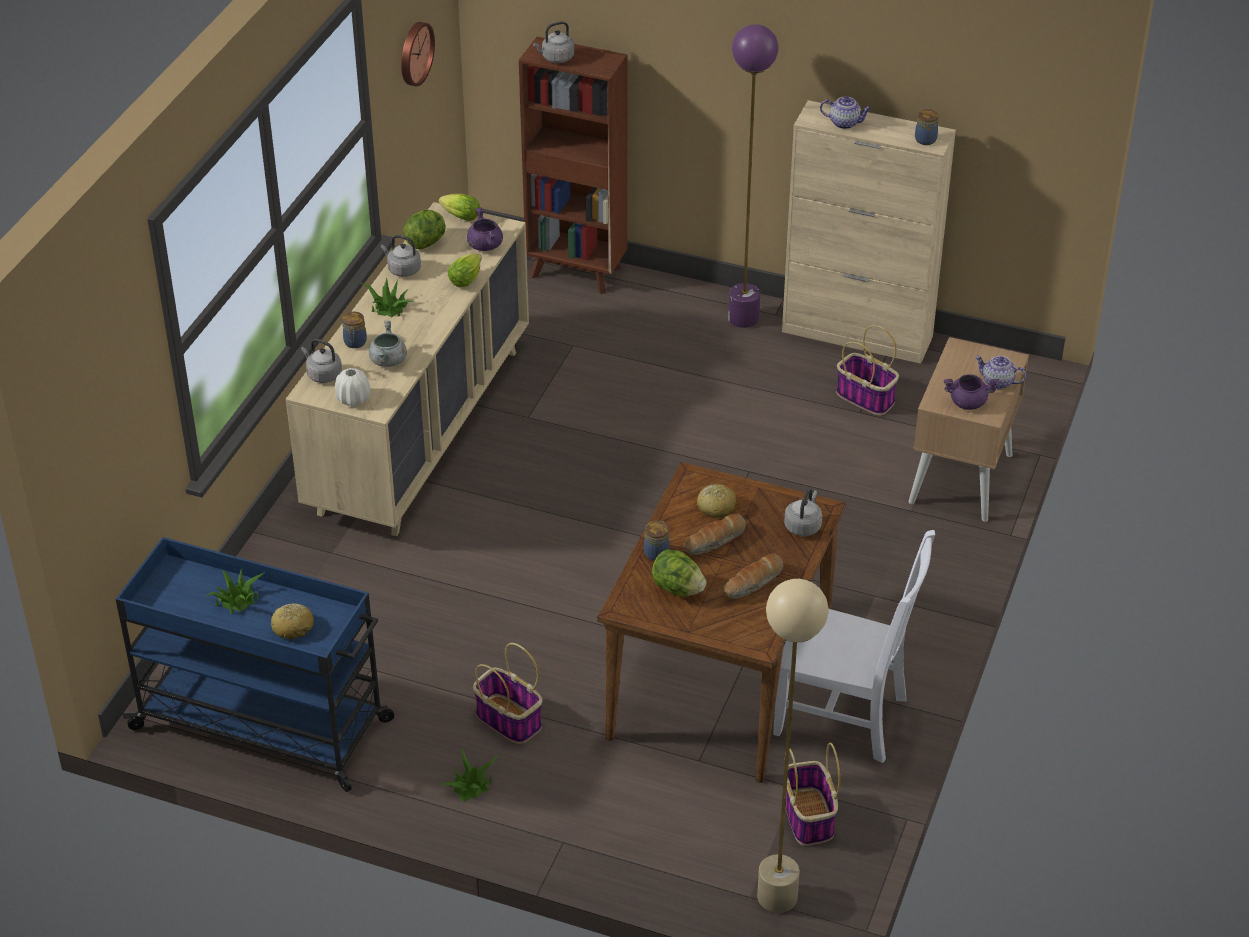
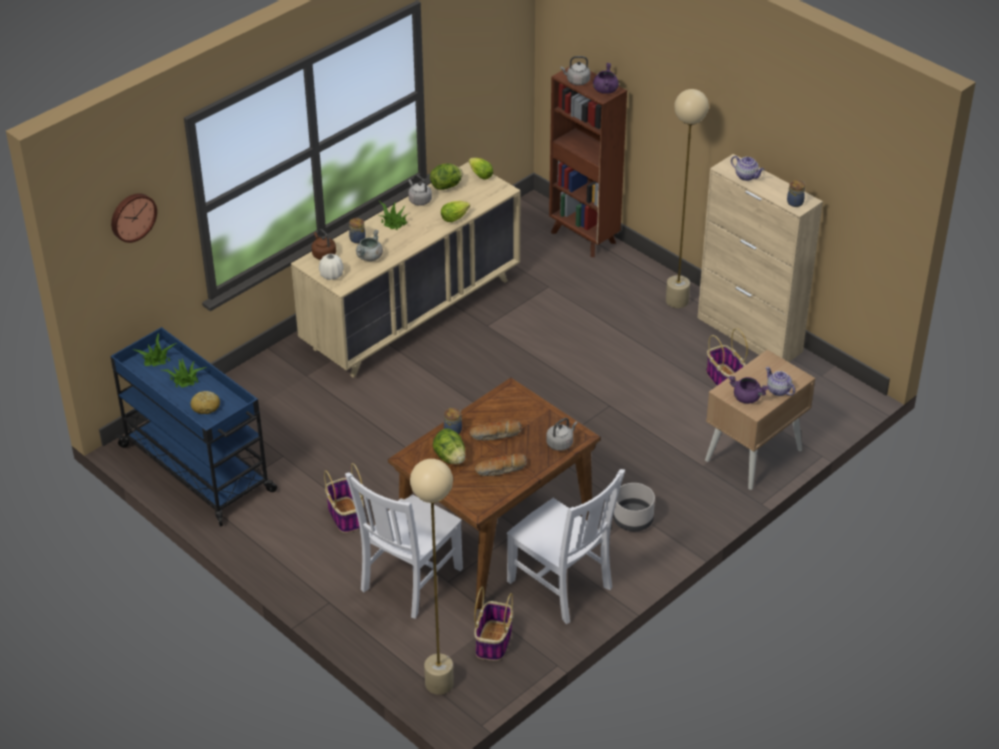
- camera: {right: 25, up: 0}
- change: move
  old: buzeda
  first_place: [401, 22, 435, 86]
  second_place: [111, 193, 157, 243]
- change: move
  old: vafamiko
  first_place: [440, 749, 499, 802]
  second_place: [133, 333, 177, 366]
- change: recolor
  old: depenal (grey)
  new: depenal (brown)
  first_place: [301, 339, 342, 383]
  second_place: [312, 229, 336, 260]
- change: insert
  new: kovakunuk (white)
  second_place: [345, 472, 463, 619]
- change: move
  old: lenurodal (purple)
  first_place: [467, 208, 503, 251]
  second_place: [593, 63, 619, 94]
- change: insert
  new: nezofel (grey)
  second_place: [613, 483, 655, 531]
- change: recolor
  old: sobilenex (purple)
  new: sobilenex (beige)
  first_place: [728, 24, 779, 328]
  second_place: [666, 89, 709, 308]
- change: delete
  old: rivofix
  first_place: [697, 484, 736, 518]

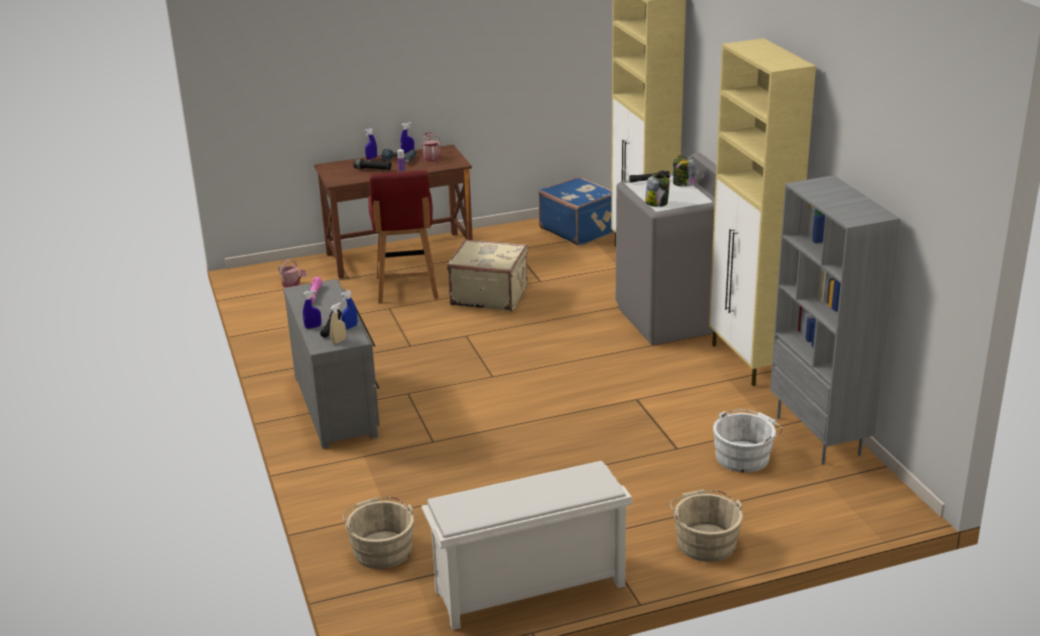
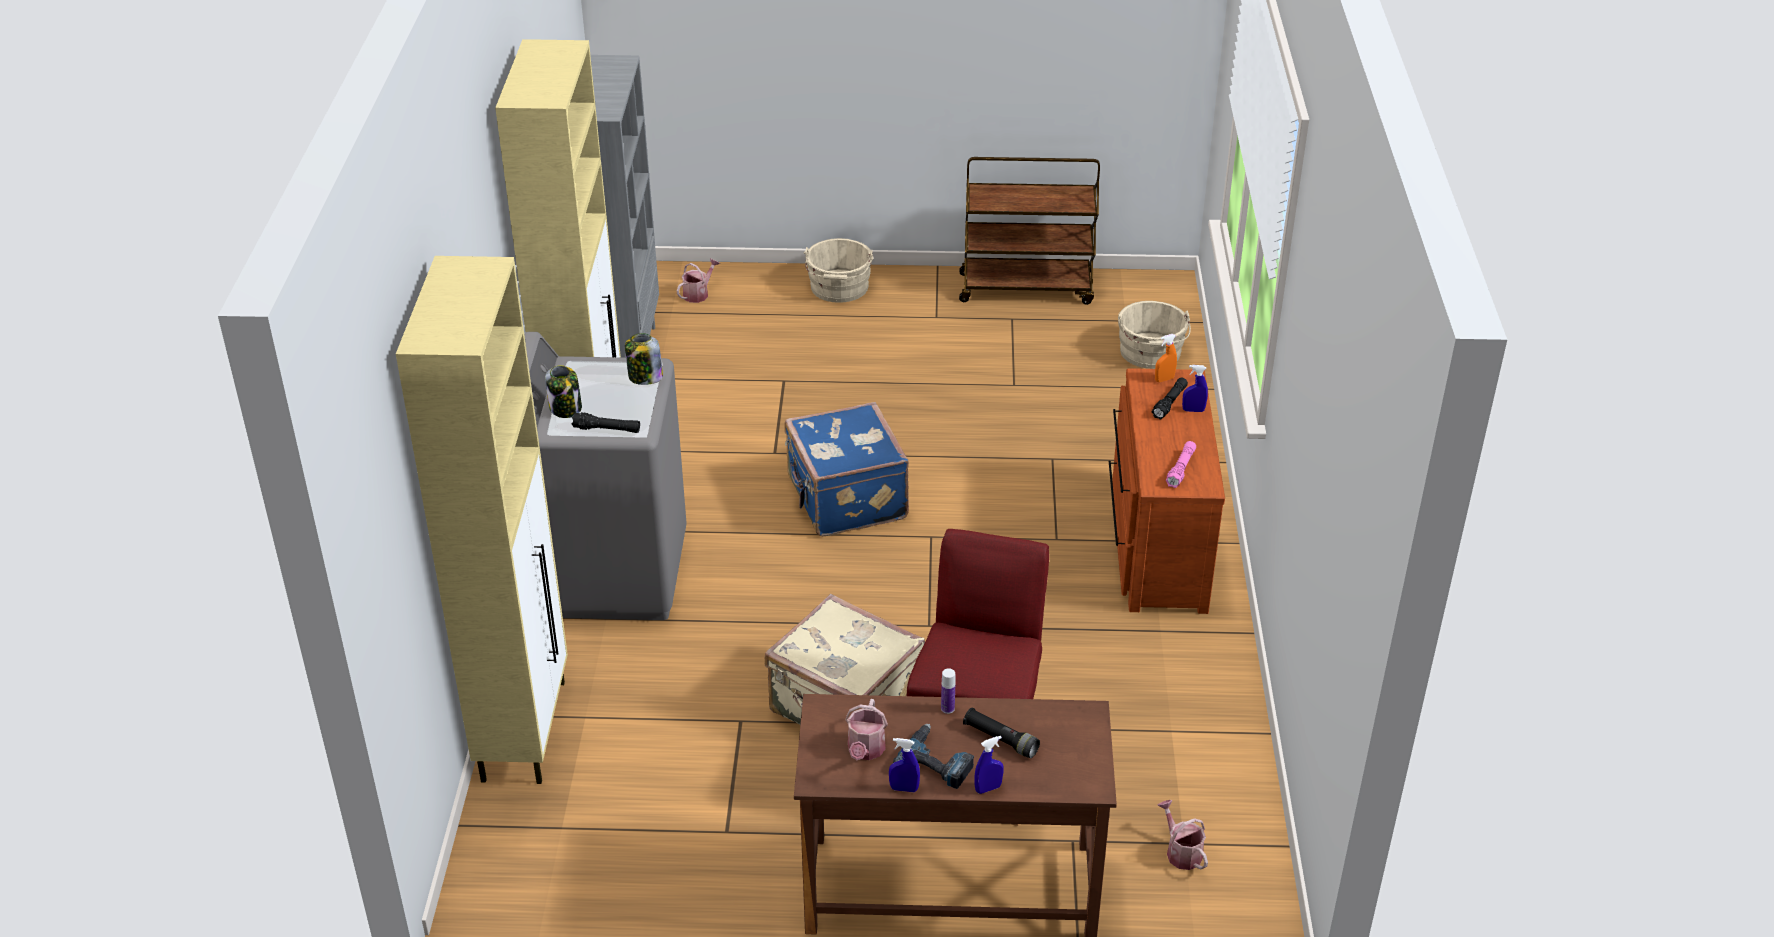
- camera: {right: -160, up: 10}
- change: insert
  new: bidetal
  second_place: [676, 258, 720, 303]
- change: move
  old: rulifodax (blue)
  first_place: [538, 176, 615, 246]
  second_place: [784, 402, 909, 536]
- change: replace
  old: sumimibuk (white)
  new: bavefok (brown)
  first_place: [421, 461, 632, 630]
  second_place: [959, 157, 1100, 305]
- change: recolor
  old: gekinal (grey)
  new: gekinal (brown)
  first_place: [283, 279, 380, 449]
  second_place: [1109, 368, 1225, 614]
- change: recolor
  old: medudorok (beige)
  new: medudorok (orange)
  first_place: [330, 302, 346, 344]
  second_place: [1155, 334, 1177, 382]
- change: delete
  old: medudorok (blue)
  first_place: [341, 290, 357, 330]
- change: delete
  old: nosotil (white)
  first_place: [713, 409, 782, 473]

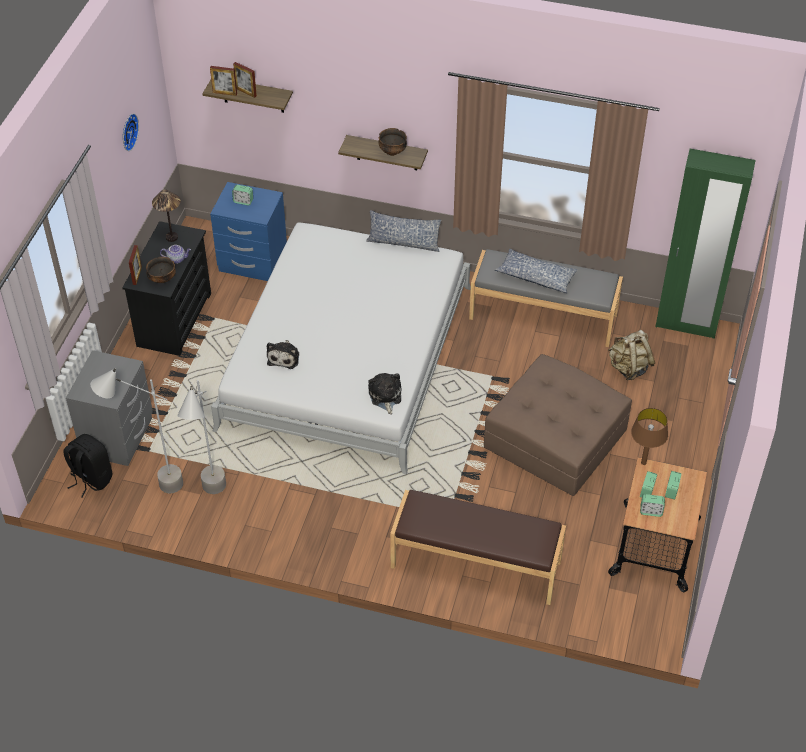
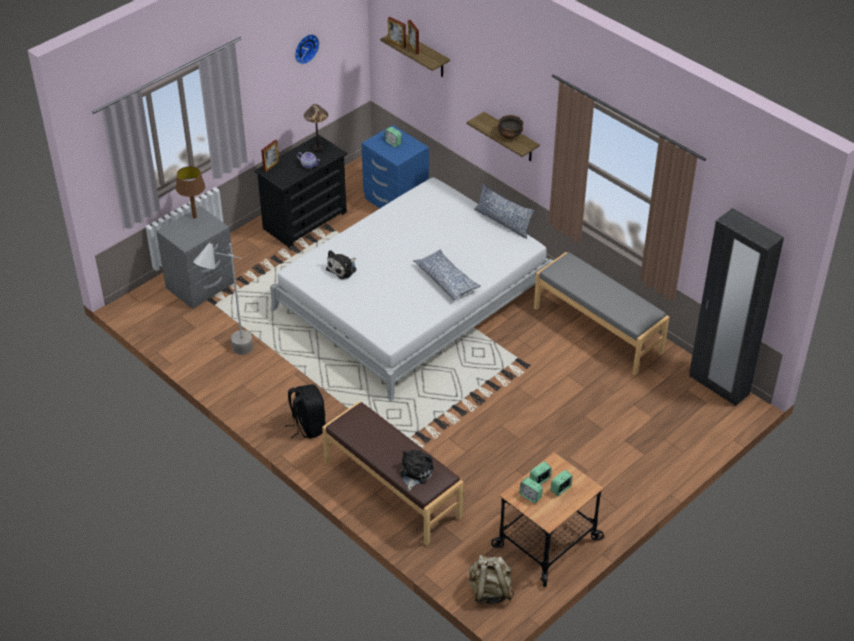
- camera: {right: 30, up: -5}
- change: move
  old: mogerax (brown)
  first_place: [631, 408, 668, 465]
  second_place: [176, 166, 205, 219]
- change: move
  old: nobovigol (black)
  first_place: [64, 434, 112, 498]
  second_place: [285, 384, 326, 439]
- change: move
  old: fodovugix
  first_place: [368, 373, 402, 415]
  second_place: [400, 449, 434, 491]
- change: move
  old: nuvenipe
  first_place: [495, 249, 578, 293]
  second_place: [413, 249, 481, 300]
- change: move
  old: nobovigol (beige)
  first_place: [608, 330, 655, 380]
  second_place: [469, 554, 514, 604]
- change: recolor
  old: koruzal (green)
  new: koruzal (black)
  first_place: [655, 149, 756, 339]
  second_place: [689, 208, 784, 406]
- change: delete
  old: sobilenex (grey)
  first_place: [91, 368, 183, 493]
- change: delete
  old: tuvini
  first_place: [146, 257, 176, 283]
- change: delete
  old: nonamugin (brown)
  first_place: [484, 354, 632, 496]

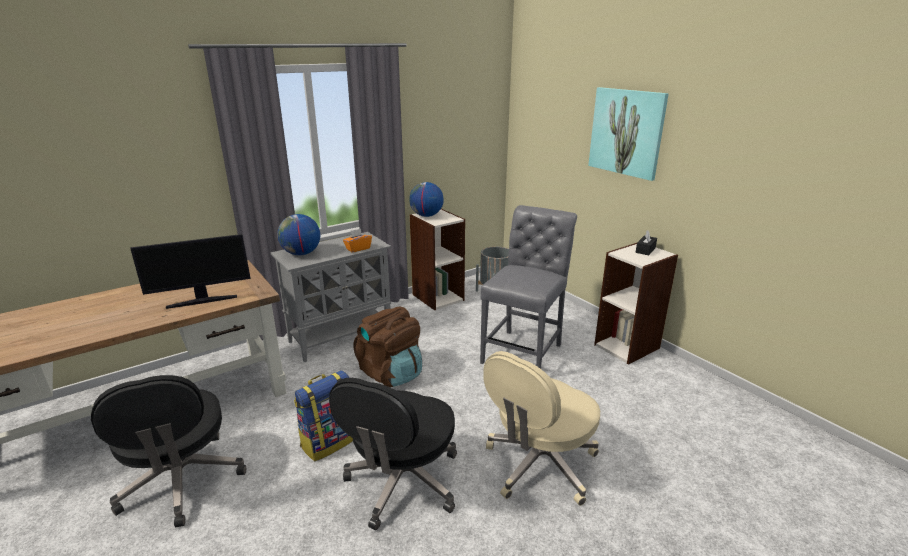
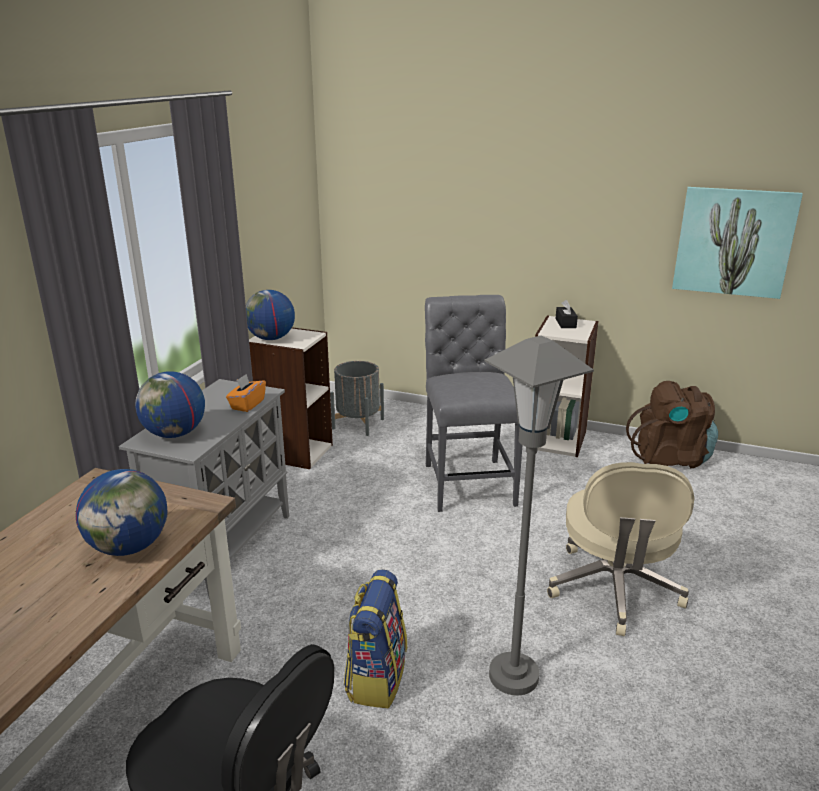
- camera: {right: -35, up: 0}
- change: replace
  old: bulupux
  new: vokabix
  first_place: [130, 234, 251, 309]
  second_place: [76, 469, 168, 556]
- change: replace
  old: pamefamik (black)
  new: sobilenex (grey)
  first_place: [329, 378, 457, 530]
  second_place: [484, 335, 594, 695]
- change: move
  old: nobovigol (brown)
  first_place: [353, 307, 422, 387]
  second_place: [626, 381, 718, 468]
- change: move
  old: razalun
  first_place: [588, 87, 669, 181]
  second_place: [672, 187, 803, 299]

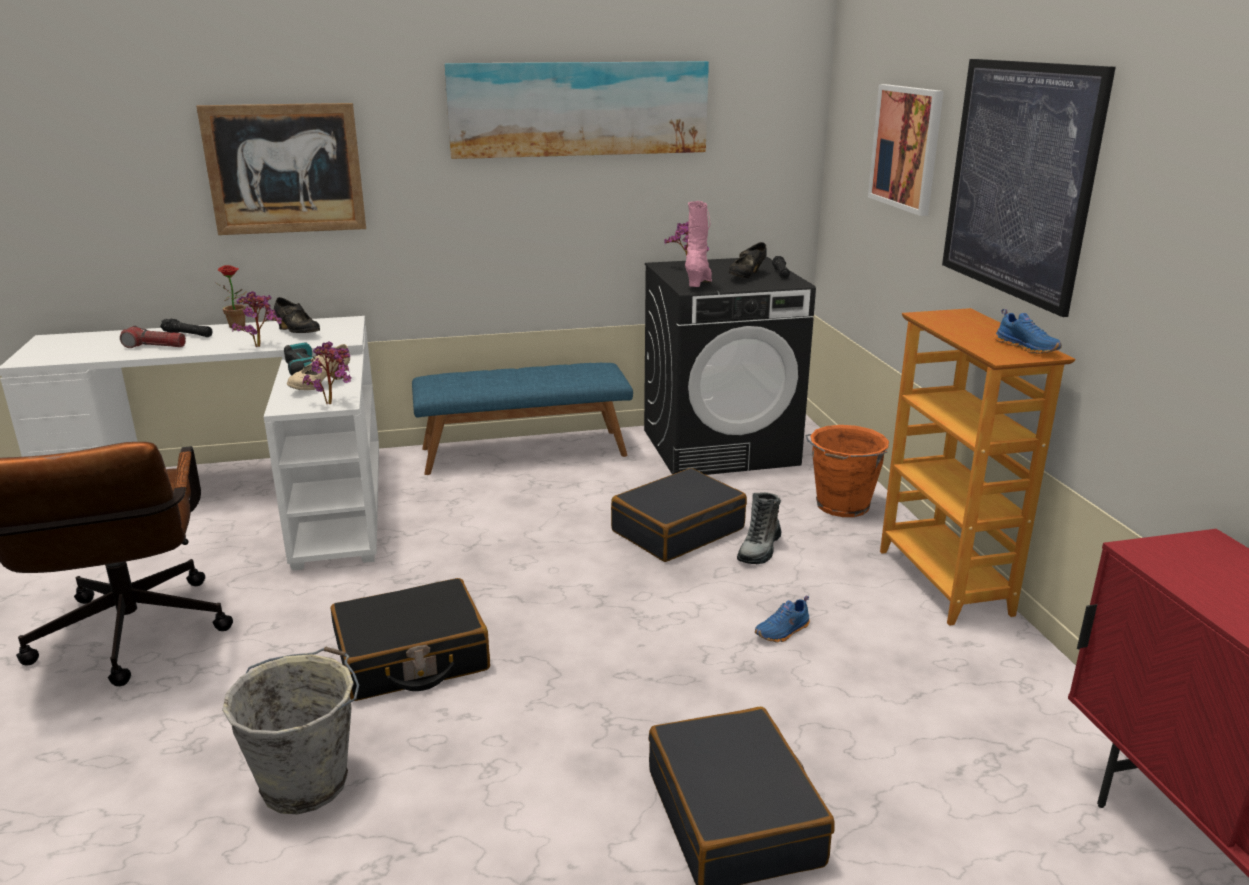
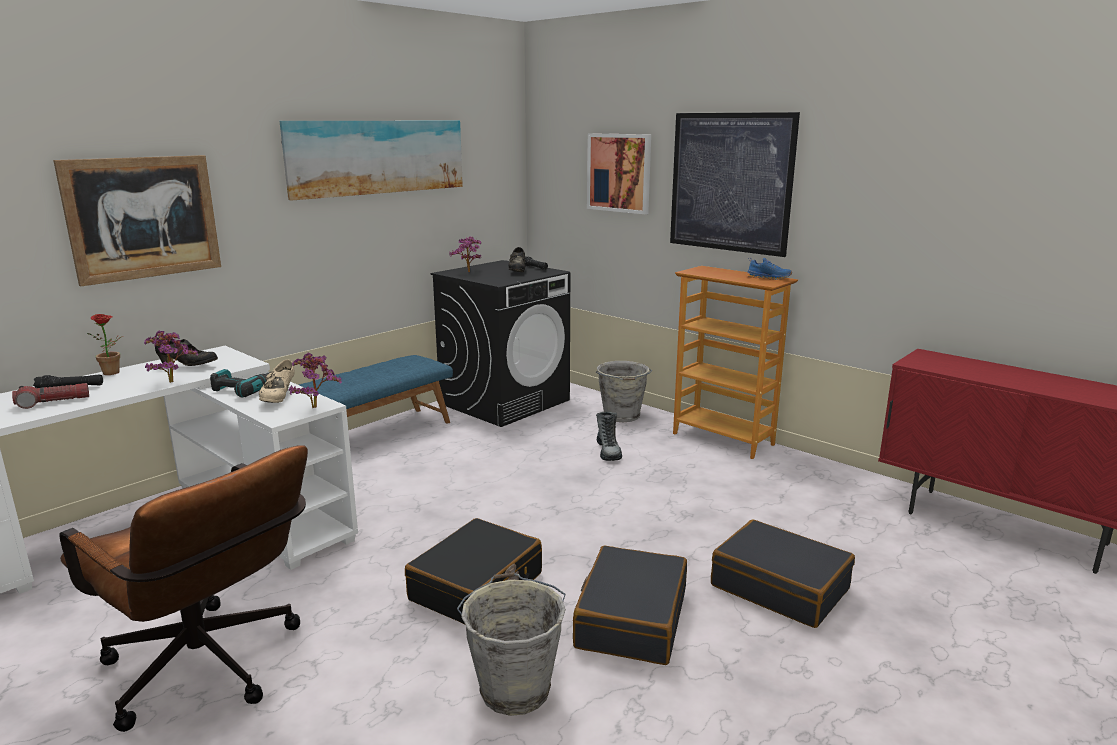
- camera: {right: -35, up: -5}
- change: move
  old: rulifodax (black)
  first_place: [611, 468, 747, 562]
  second_place: [573, 545, 687, 665]
- change: recolor
  old: nosotil (orange)
  new: nosotil (grey)
  first_place: [805, 425, 889, 517]
  second_place: [596, 361, 652, 422]
- change: delete
  old: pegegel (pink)
  first_place: [685, 201, 712, 287]
- change: delete
  old: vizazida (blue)
  first_place: [755, 596, 810, 642]

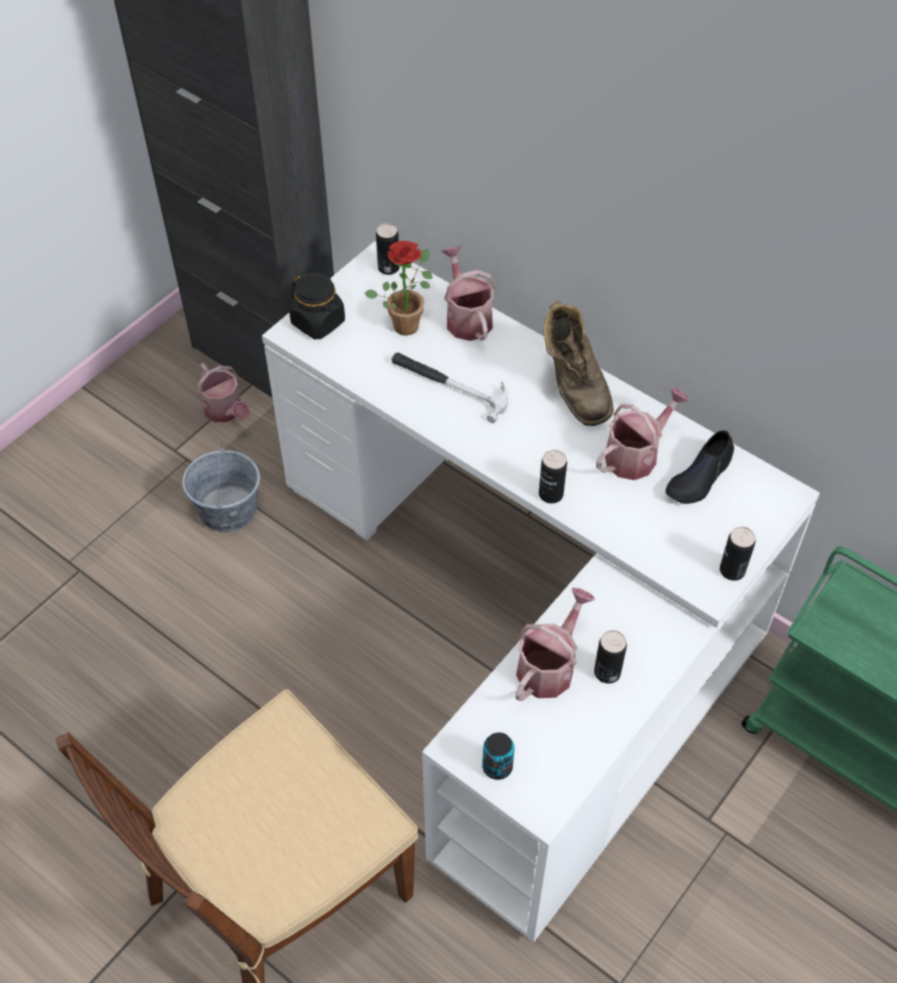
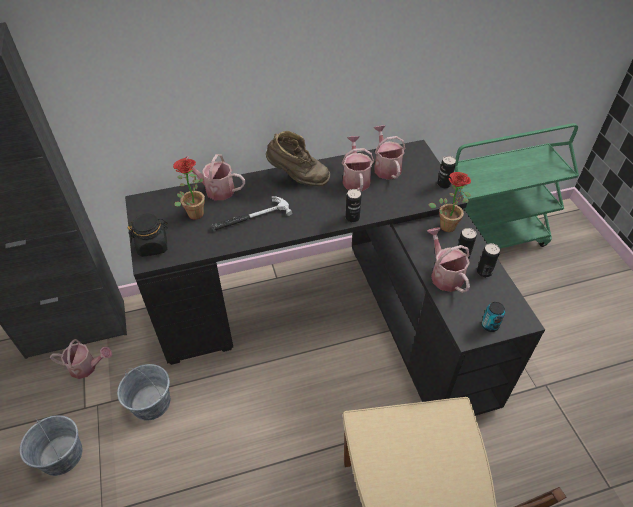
- camera: {right: -55, up: -5}
- change: insert
  new: nosotil (grey)
  second_place: [19, 415, 83, 476]
- change: recolor
  old: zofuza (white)
  new: zofuza (black)
  first_place: [262, 241, 820, 942]
  second_place: [125, 140, 545, 416]
- change: replace
  old: vizazida (black)
  new: bidetal
  first_place: [665, 430, 734, 504]
  second_place: [374, 125, 406, 180]
- change: insert
  new: vafamiko
  second_place: [429, 172, 471, 232]
- change: move
  old: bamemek
  first_place: [376, 223, 400, 275]
  second_place: [477, 243, 500, 277]

